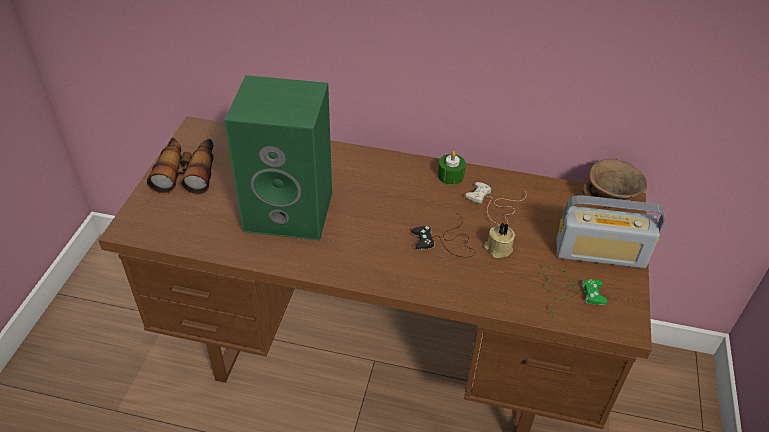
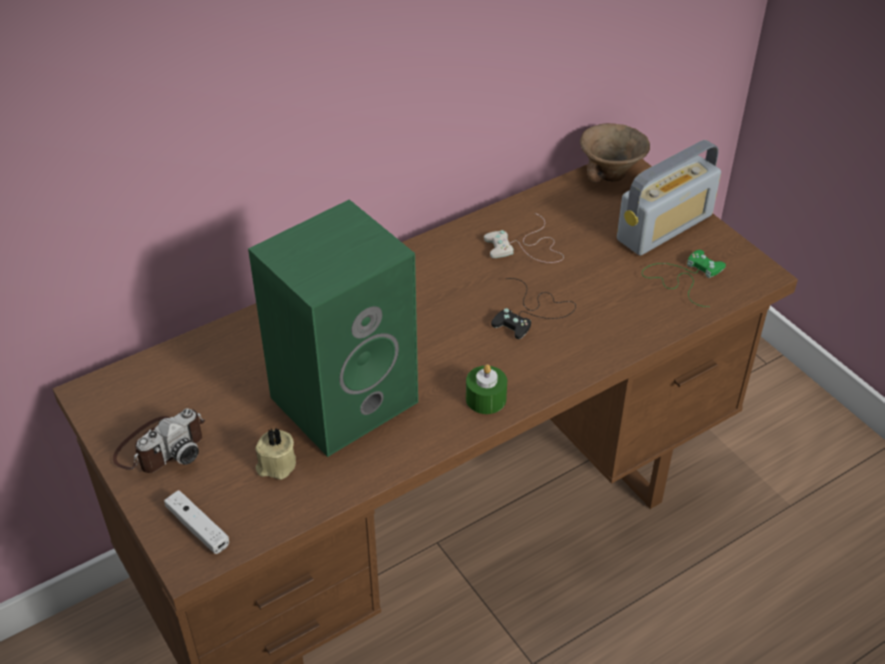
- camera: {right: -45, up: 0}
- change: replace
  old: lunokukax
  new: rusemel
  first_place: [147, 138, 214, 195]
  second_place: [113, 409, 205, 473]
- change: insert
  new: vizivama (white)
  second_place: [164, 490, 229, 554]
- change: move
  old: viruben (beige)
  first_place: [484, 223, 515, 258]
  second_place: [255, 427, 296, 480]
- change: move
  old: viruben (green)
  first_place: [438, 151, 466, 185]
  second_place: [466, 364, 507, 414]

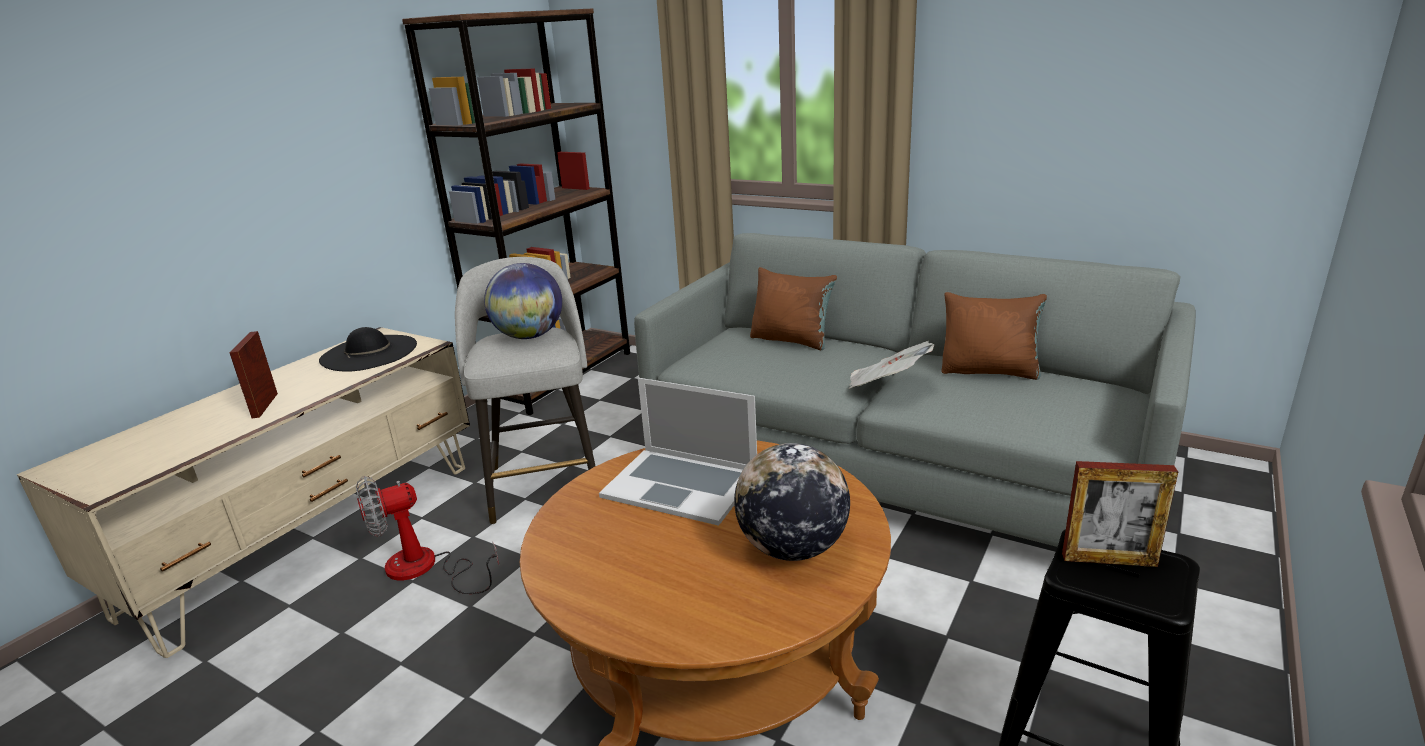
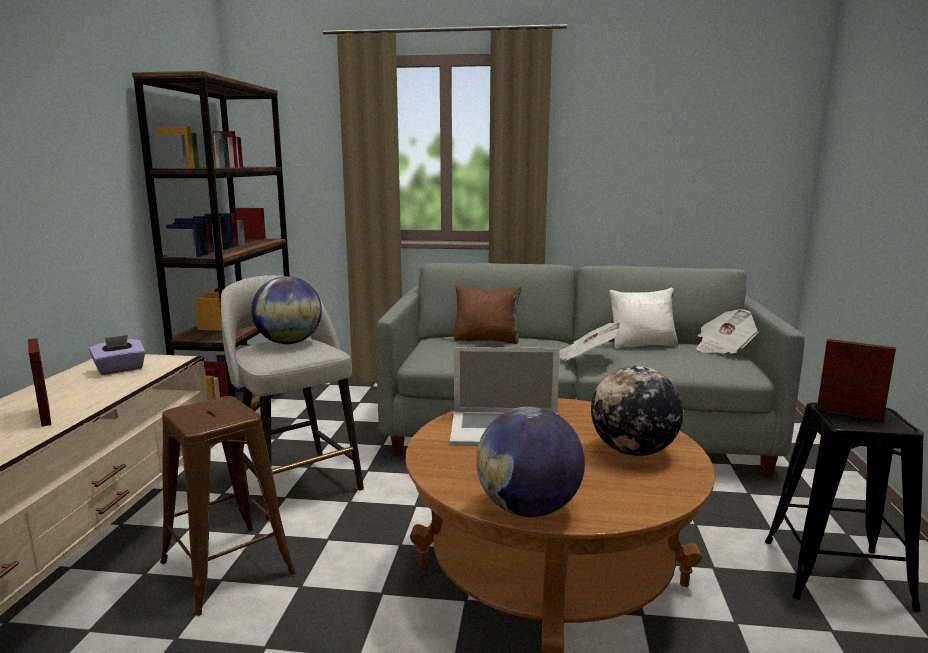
- camera: {right: -25, up: -10}
- change: replace
  old: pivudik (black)
  new: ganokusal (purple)
  first_place: [319, 327, 417, 372]
  second_place: [89, 335, 146, 375]
- change: replace
  old: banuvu
  new: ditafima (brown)
  first_place: [356, 476, 500, 594]
  second_place: [160, 396, 296, 616]
- change: insert
  new: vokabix
  second_place: [476, 407, 585, 517]
- change: recolor
  old: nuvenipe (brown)
  new: nuvenipe (white)
  first_place: [942, 292, 1047, 380]
  second_place: [609, 288, 679, 348]
- change: insert
  new: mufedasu
  second_place: [696, 309, 759, 354]
- change: rotate
  old: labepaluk
  first_place: [1062, 461, 1178, 567]
  second_place: [817, 339, 896, 421]
  degrees: -135

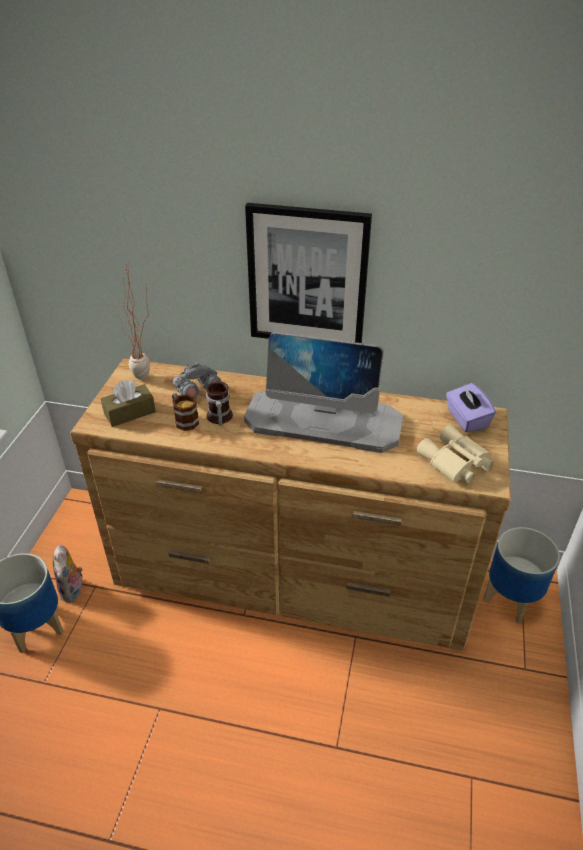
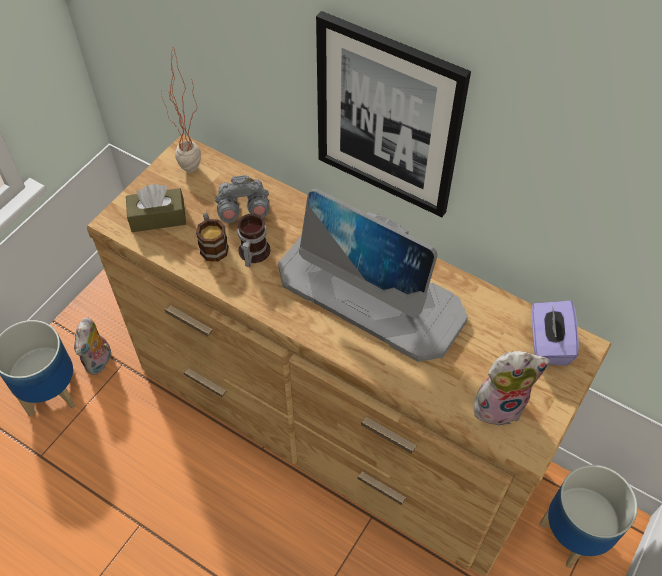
- camera: {right: 20, up: 15}
- change: replace
  old: lunokukax (beige)
  new: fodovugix
  first_place: [416, 425, 493, 483]
  second_place: [473, 351, 550, 426]

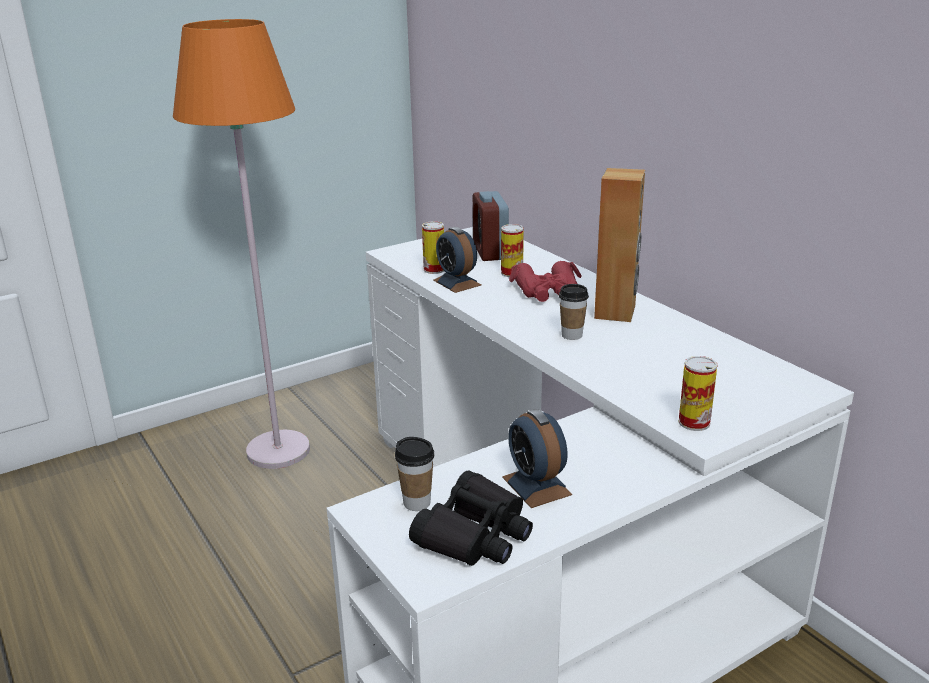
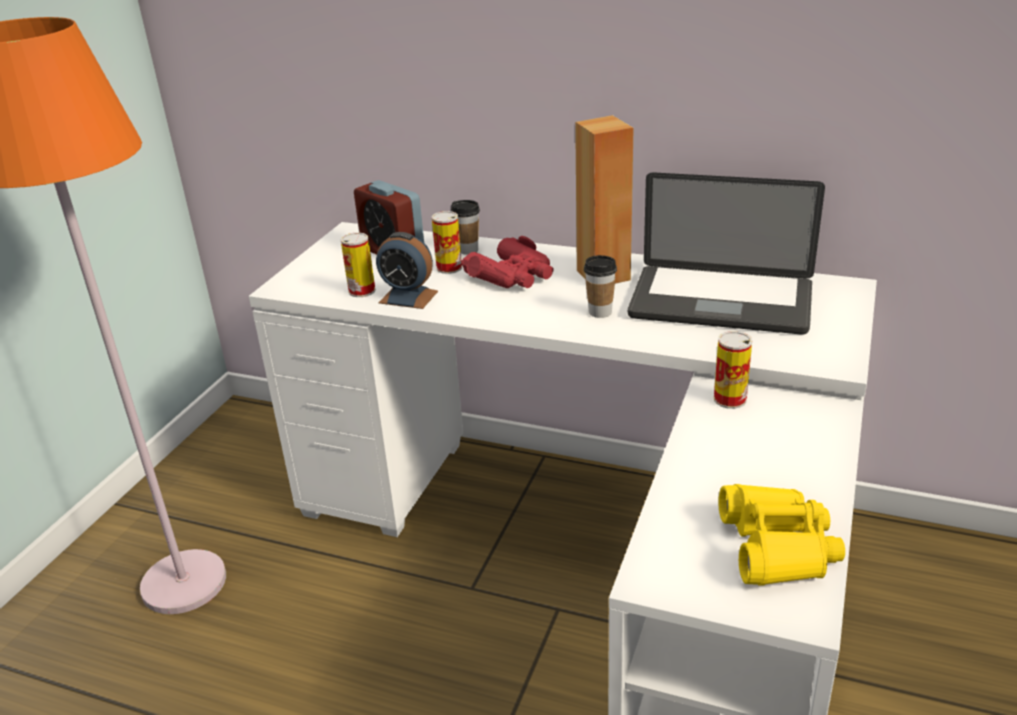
- camera: {right: -35, up: 5}
- change: move
  old: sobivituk
  first_place: [395, 437, 434, 511]
  second_place: [451, 200, 480, 255]
- change: insert
  new: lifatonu
  second_place: [628, 172, 825, 335]
- change: move
  old: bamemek
  first_place: [678, 356, 718, 431]
  second_place: [714, 331, 752, 409]
- change: recolor
  old: lunokukax (black)
  new: lunokukax (yellow)
  first_place: [409, 471, 533, 566]
  second_place: [718, 484, 845, 585]
- change: delete
  old: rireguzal
  first_place: [502, 409, 572, 508]

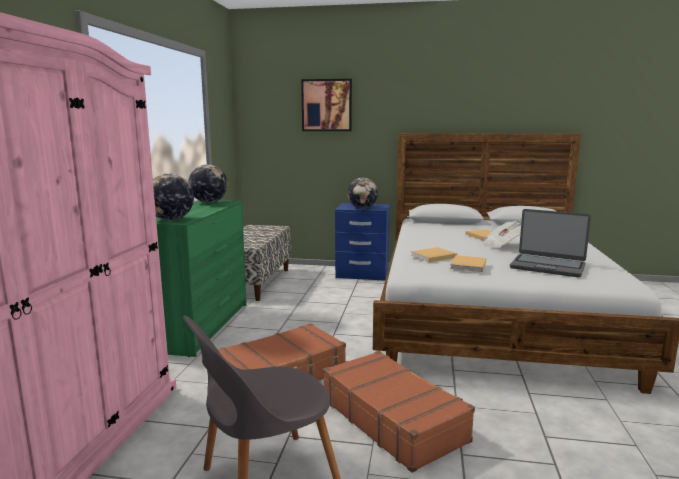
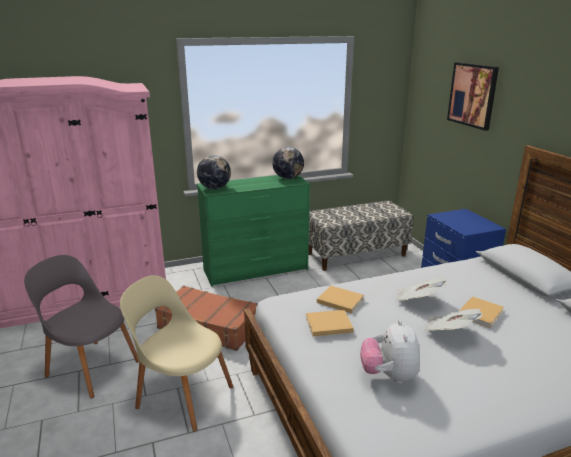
- camera: {right: 60, up: 10}
- change: replace
  old: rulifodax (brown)
  new: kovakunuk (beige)
  first_place: [323, 351, 475, 473]
  second_place: [120, 275, 233, 432]
- change: replace
  old: lifatonu
  new: fodovugix
  first_place: [510, 209, 591, 278]
  second_place: [360, 320, 420, 384]
- change: insert
  new: mufedasu
  second_place: [396, 277, 447, 301]
- change: delete
  old: vokabix
  first_place: [347, 178, 378, 209]

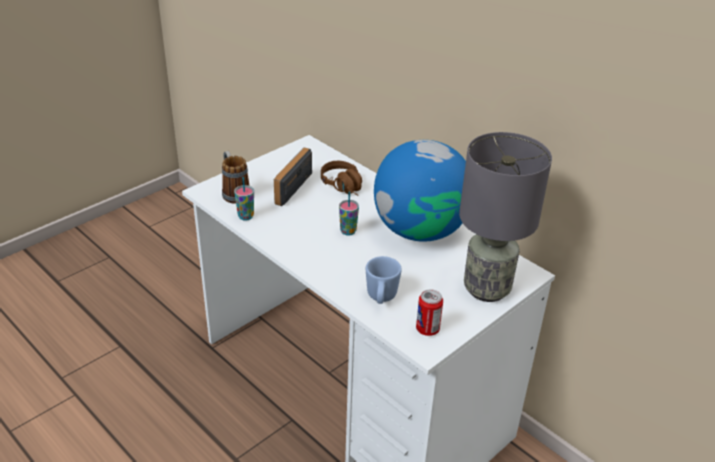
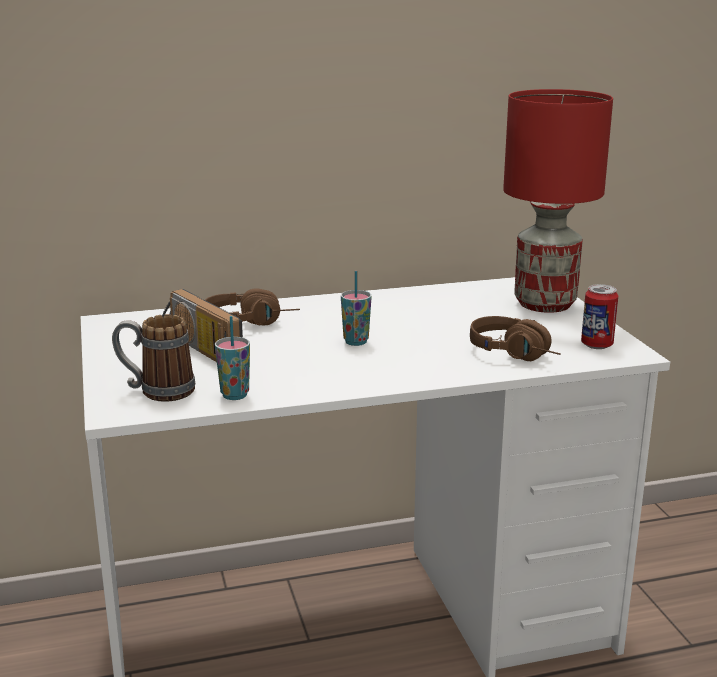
- camera: {right: -60, up: -15}
- change: replace
  old: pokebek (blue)
  new: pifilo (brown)
  first_place: [366, 256, 402, 304]
  second_place: [470, 316, 561, 361]
- change: recolor
  old: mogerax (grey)
  new: mogerax (red)
  first_place: [459, 132, 552, 302]
  second_place: [503, 89, 613, 313]
- change: delete
  old: vokabix
  first_place: [374, 140, 466, 242]

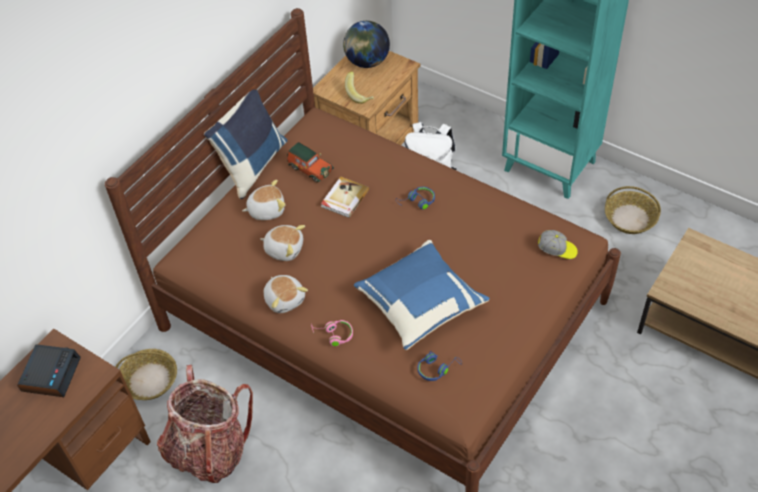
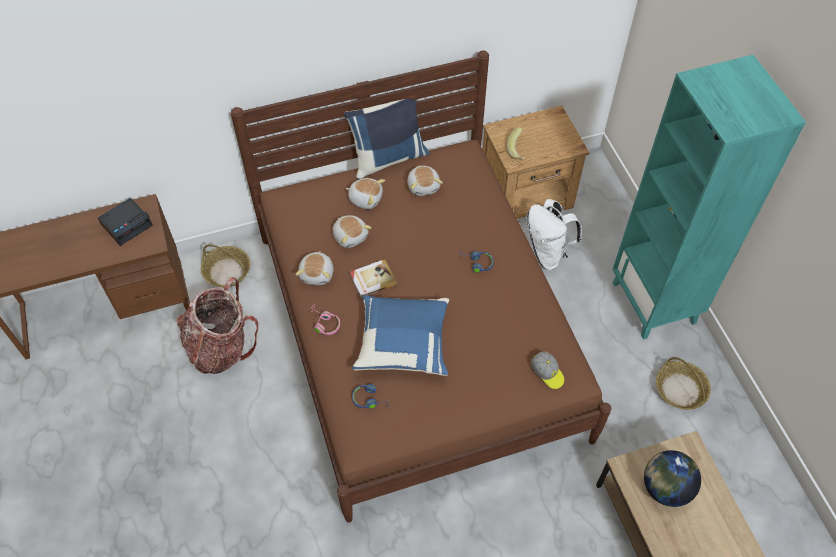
- camera: {right: 35, up: 5}
- change: move
  old: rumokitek
  first_place: [321, 176, 369, 218]
  second_place: [350, 259, 397, 298]
- change: replace
  old: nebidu
  new: fodovugix
  first_place: [287, 142, 334, 183]
  second_place: [407, 165, 443, 196]
- change: move
  old: vokabix
  first_place: [343, 21, 390, 68]
  second_place: [644, 450, 701, 507]

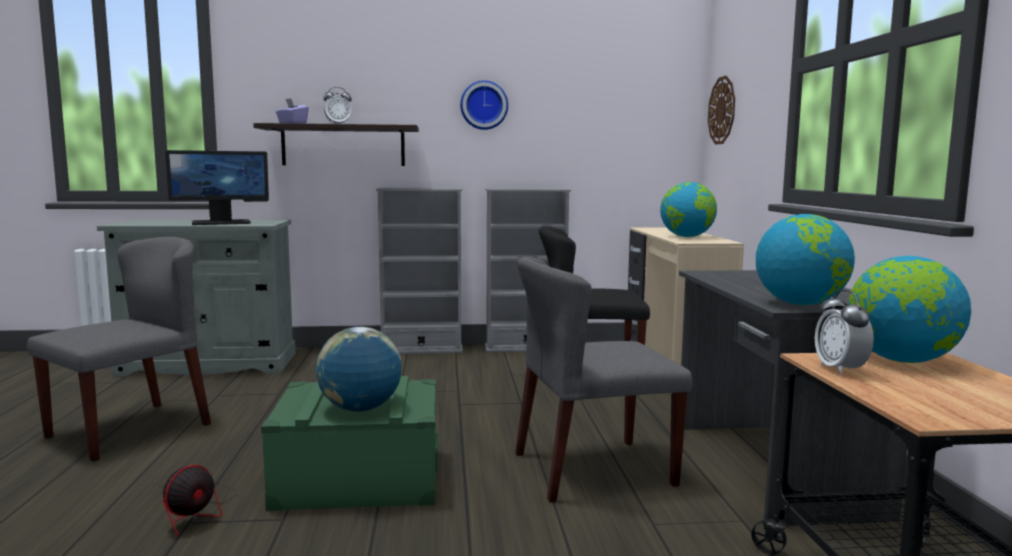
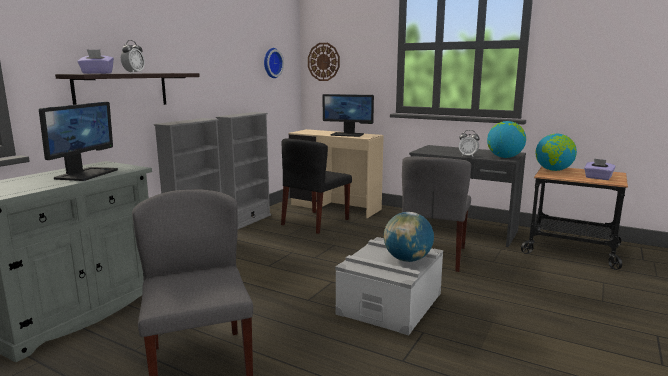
- camera: {right: -55, up: 5}
- change: move
  old: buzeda
  first_place: [460, 80, 508, 130]
  second_place: [264, 48, 284, 78]
- change: replace
  old: vokabix
  new: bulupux
  first_place: [660, 182, 717, 237]
  second_place: [322, 94, 374, 137]
- change: recolor
  old: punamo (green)
  new: punamo (grey)
  first_place: [261, 376, 439, 511]
  second_place: [335, 237, 443, 336]
- change: move
  old: rireguzal
  first_place: [815, 290, 874, 375]
  second_place: [459, 130, 480, 157]
- change: insert
  new: ganokusal (purple)
  second_place: [584, 158, 616, 180]
- change: delete
  old: banuvu
  first_place: [153, 465, 238, 536]

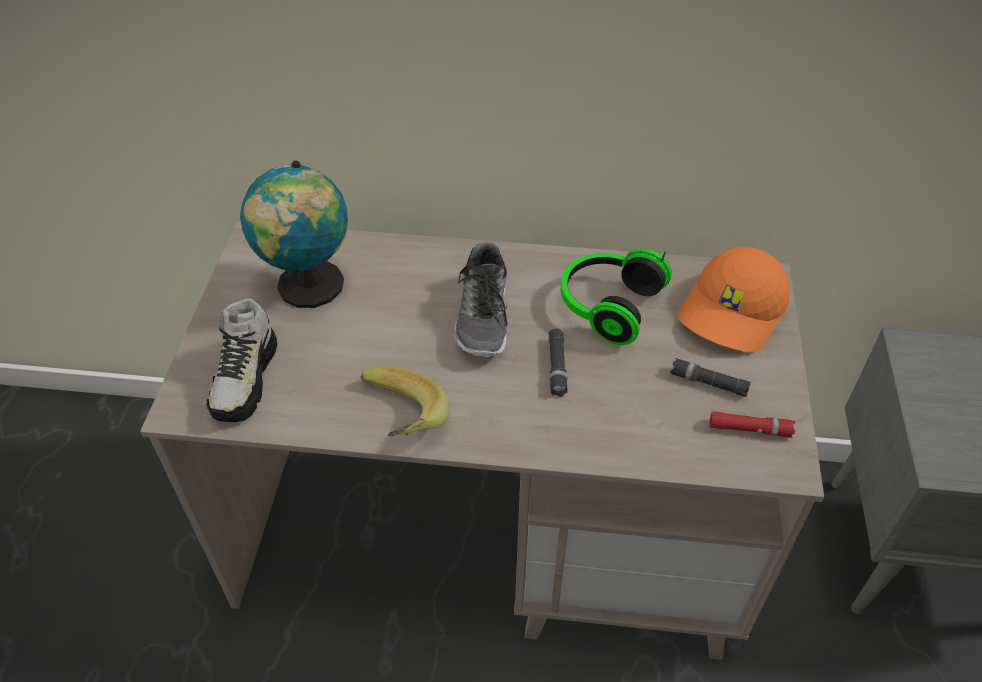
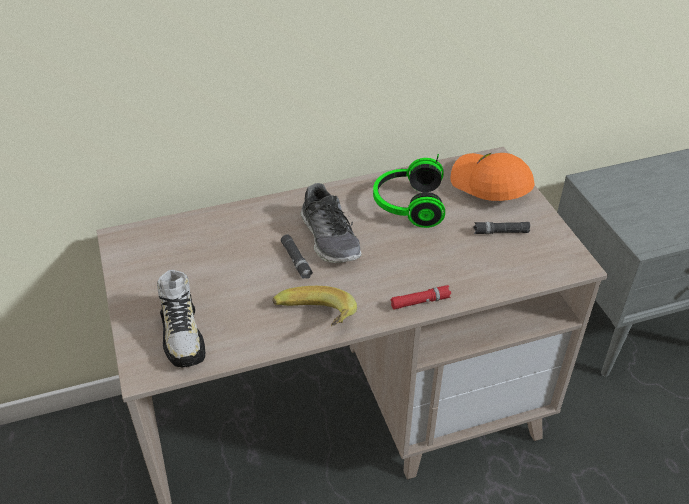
- camera: {right: -25, up: -5}
- change: move
  old: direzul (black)
  first_place: [549, 328, 568, 397]
  second_place: [281, 234, 313, 279]
- change: move
  old: direzul (red)
  first_place: [709, 411, 795, 438]
  second_place: [391, 285, 451, 310]
- change: rotate
  old: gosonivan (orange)
  first_place: [677, 247, 790, 353]
  second_place: [450, 153, 535, 201]
  degrees: 135
- change: delete
  old: vokabix
  first_place: [240, 161, 348, 308]

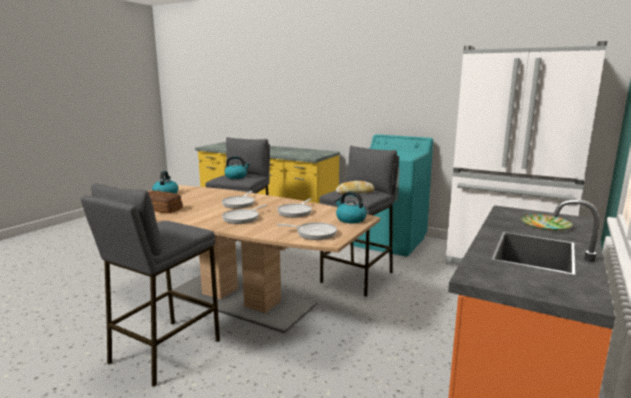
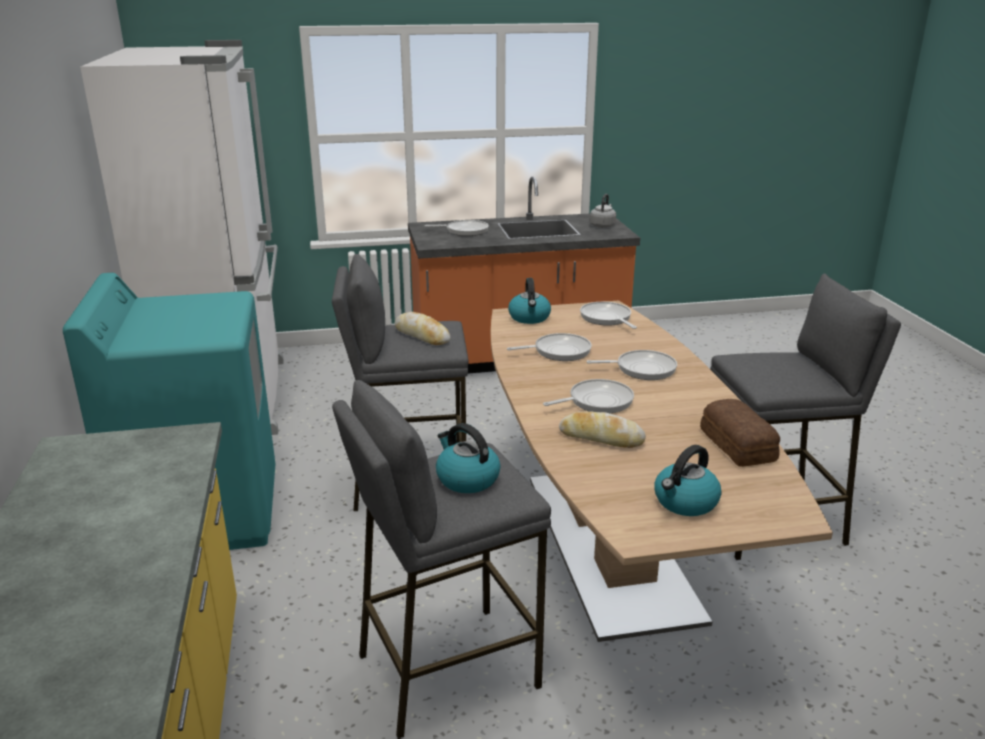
- camera: {right: -130, up: 10}
- change: replace
  old: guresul
  new: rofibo
  first_place: [521, 214, 573, 231]
  second_place: [424, 220, 489, 236]
- change: insert
  new: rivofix
  second_place: [559, 411, 646, 448]
- change: insert
  new: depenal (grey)
  second_place: [590, 194, 616, 228]

